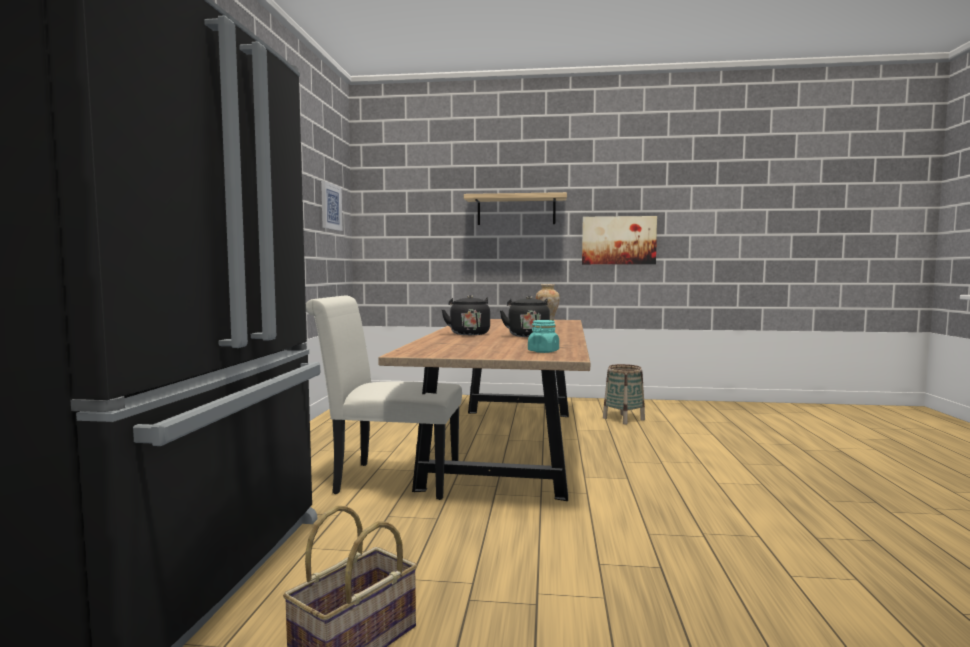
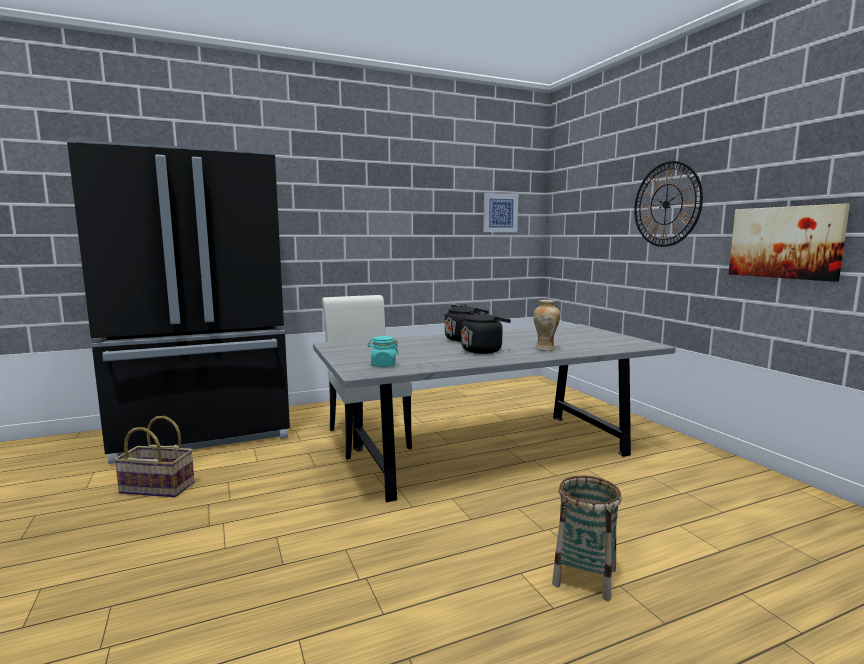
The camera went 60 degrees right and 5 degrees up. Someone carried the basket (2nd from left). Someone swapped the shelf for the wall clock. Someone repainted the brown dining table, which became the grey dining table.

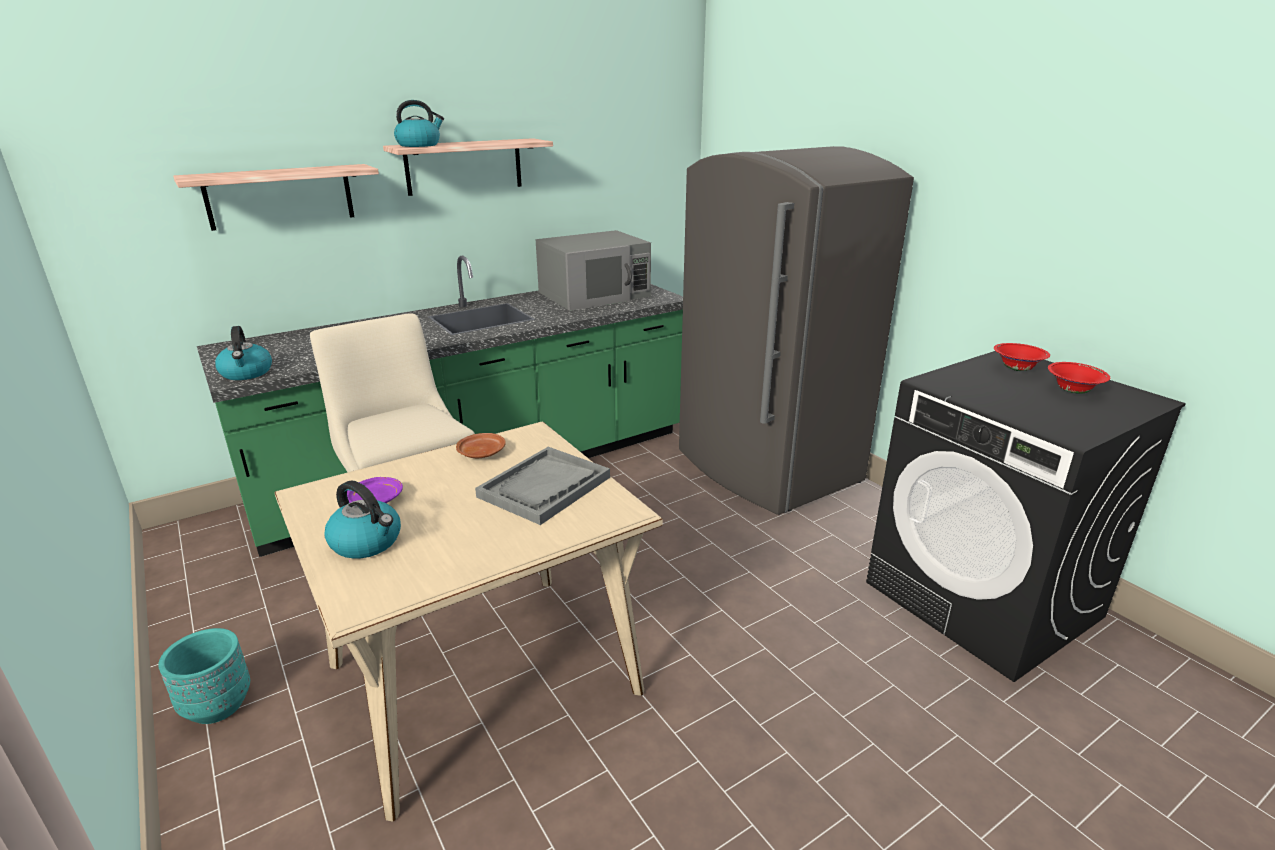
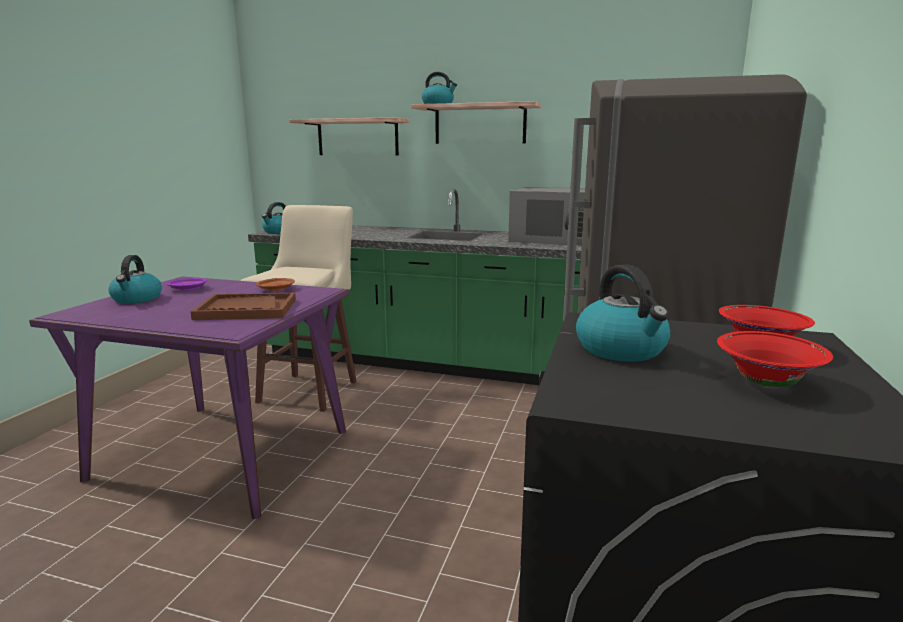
The camera went 50 degrees right and 10 degrees down. Someone took away the turquoise planter. Someone put down the kettle (4th from left). Someone repainted the beige dining table, which became the purple dining table. Someone repainted the grey tray, which became the brown tray.

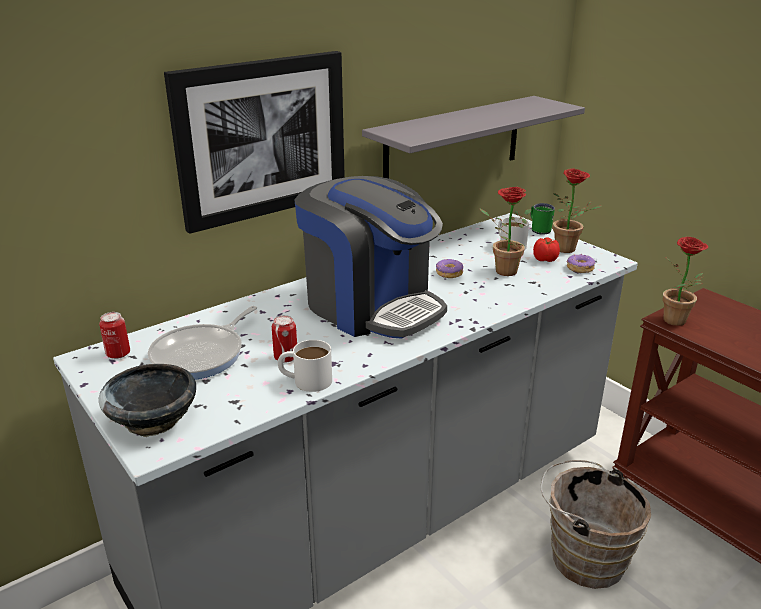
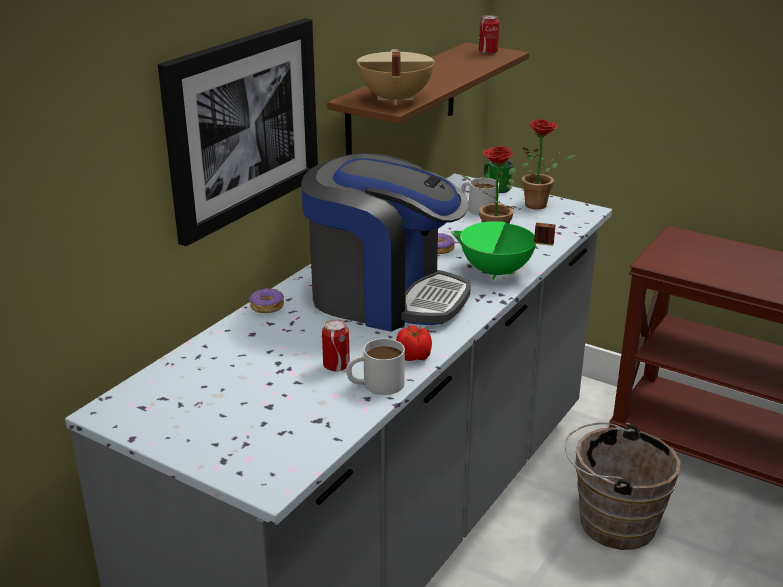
The camera went 20 degrees left and 0 degrees up. Someone took away the black bowl. Someone took away the frying pan. Someone took away the potted plant (3rd from left). Someone put down the beige cooking pot. Someone put down the green cooking pot. Someone carried the can (1st from left in the first image). Someone carried the tomato. Someone carried the donut (2nd from left in the first image). Someone repainted the grey shelf, which became the brown shelf.

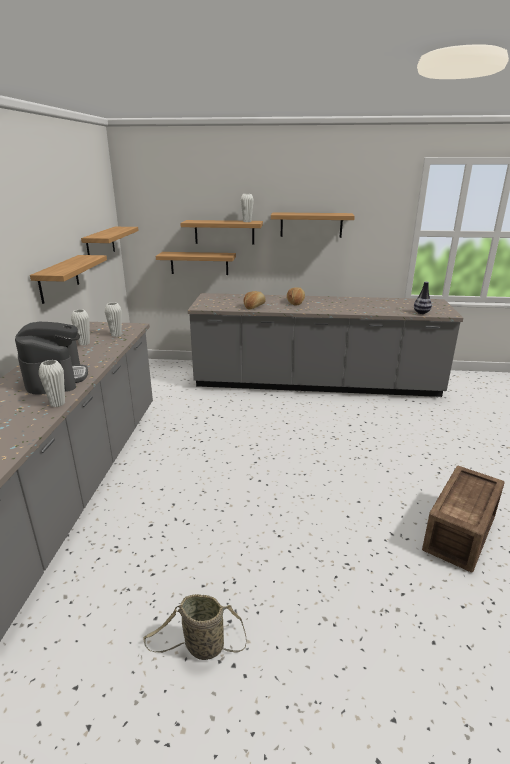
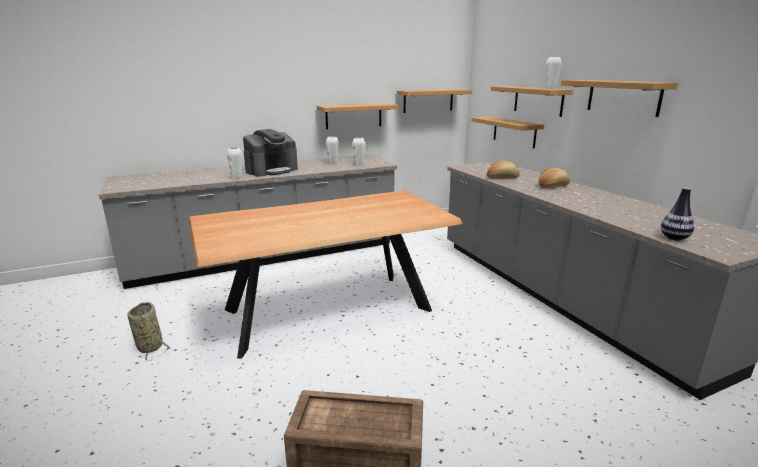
The camera went 60 degrees right and 5 degrees down. Someone put down the brown dining table.

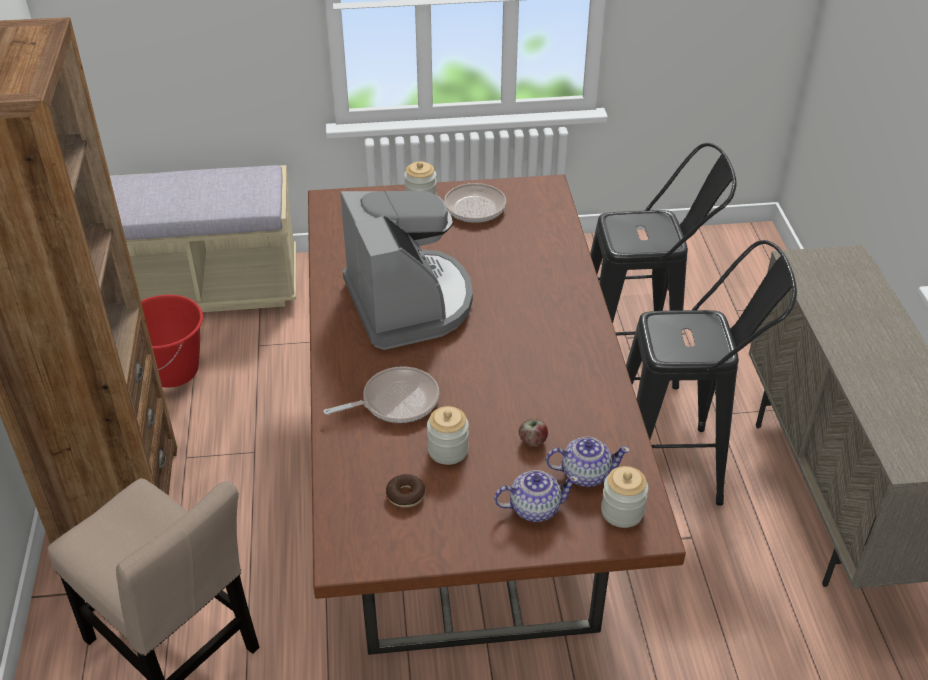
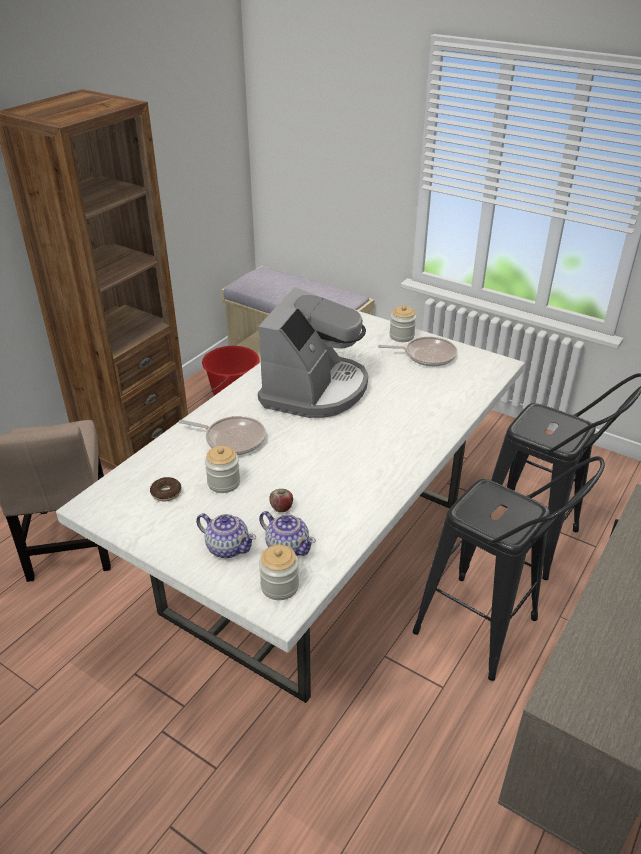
The camera went 40 degrees right and 5 degrees down. Someone repainted the brown dining table, which became the white dining table.

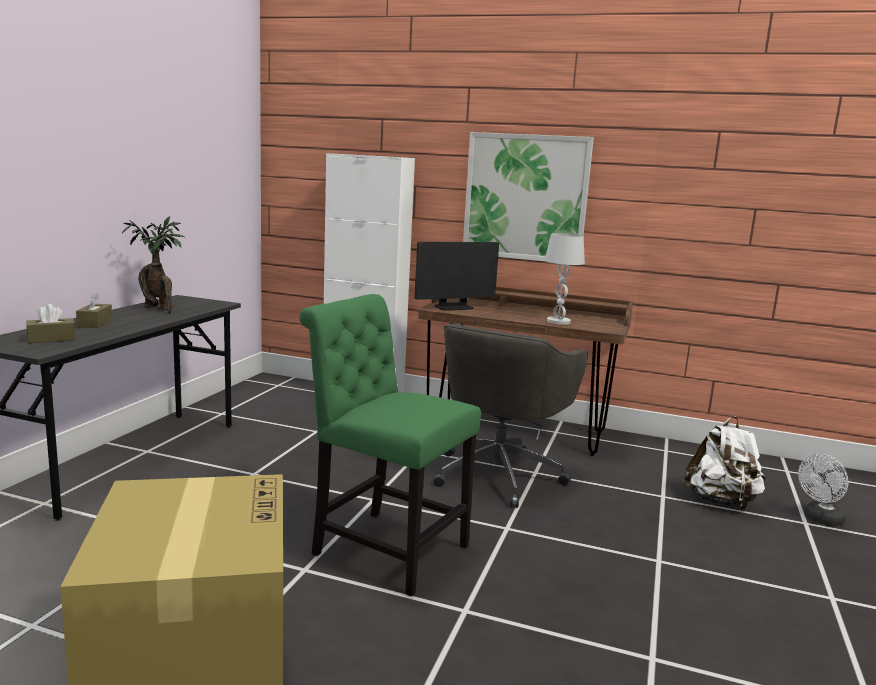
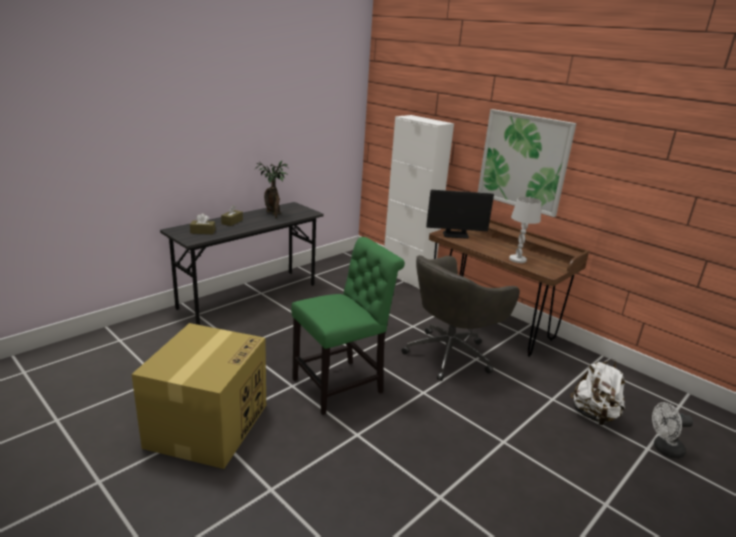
The camera went 25 degrees right and 10 degrees up. Someone rotated the green chair by 90 degrees clockwise.

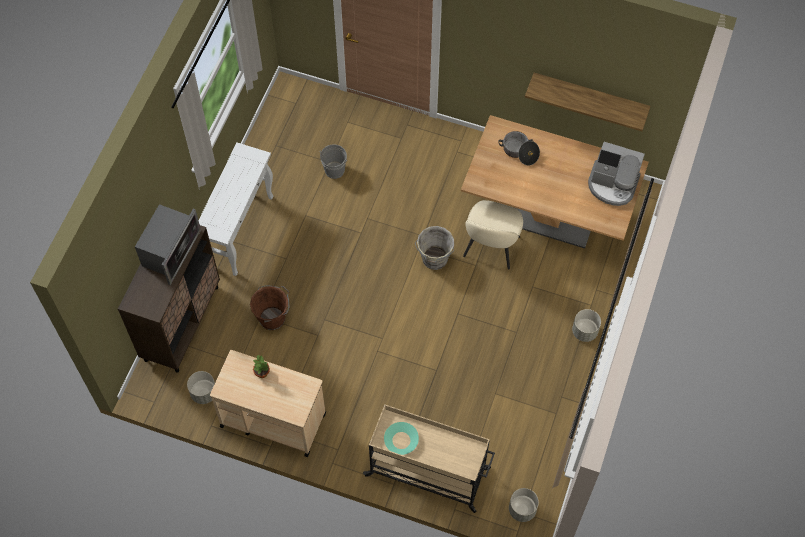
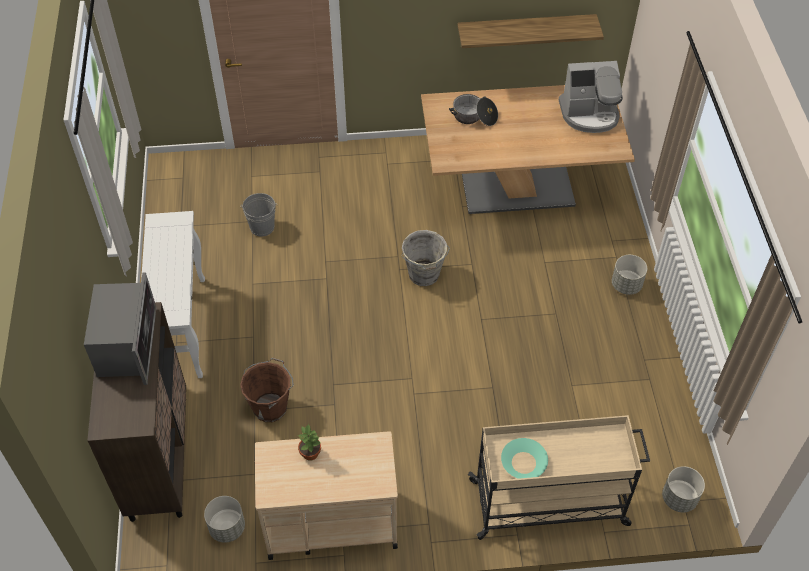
The camera went 25 degrees left and 10 degrees down. Someone took away the beige chair.

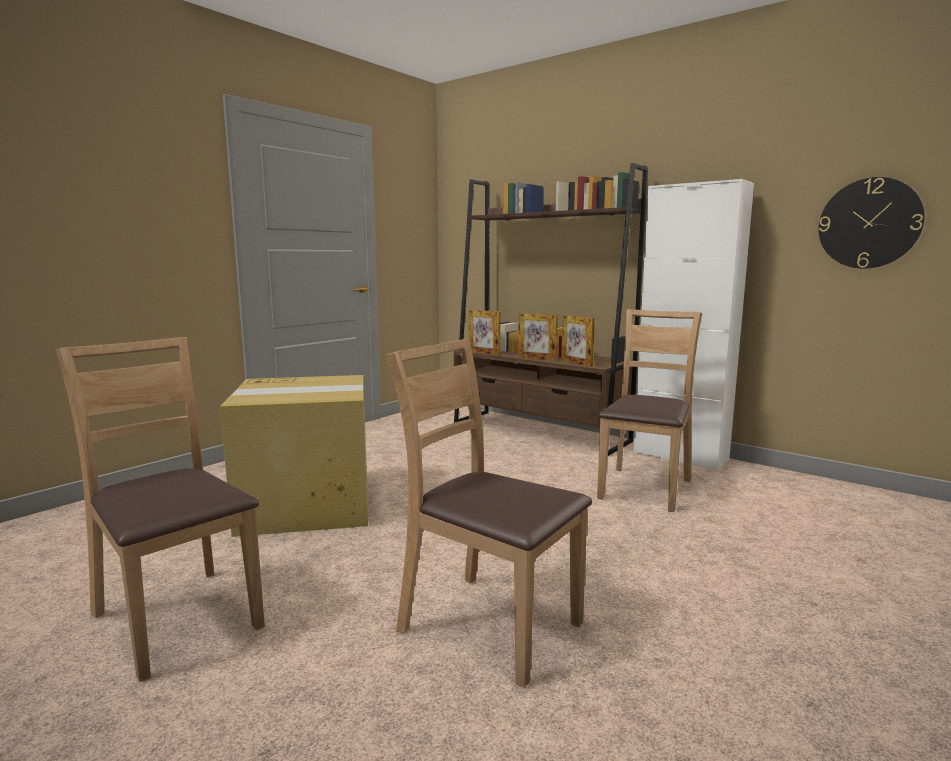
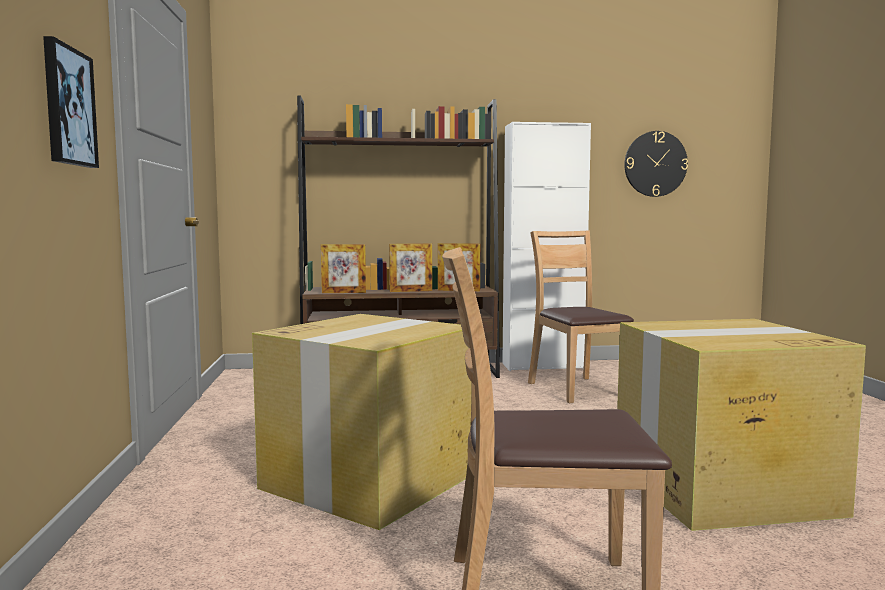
The camera went 45 degrees left and 5 degrees down. Someone put up the picture. Someone swapped the brown chair (2nd from left) for the cardboard box (2nd from left).

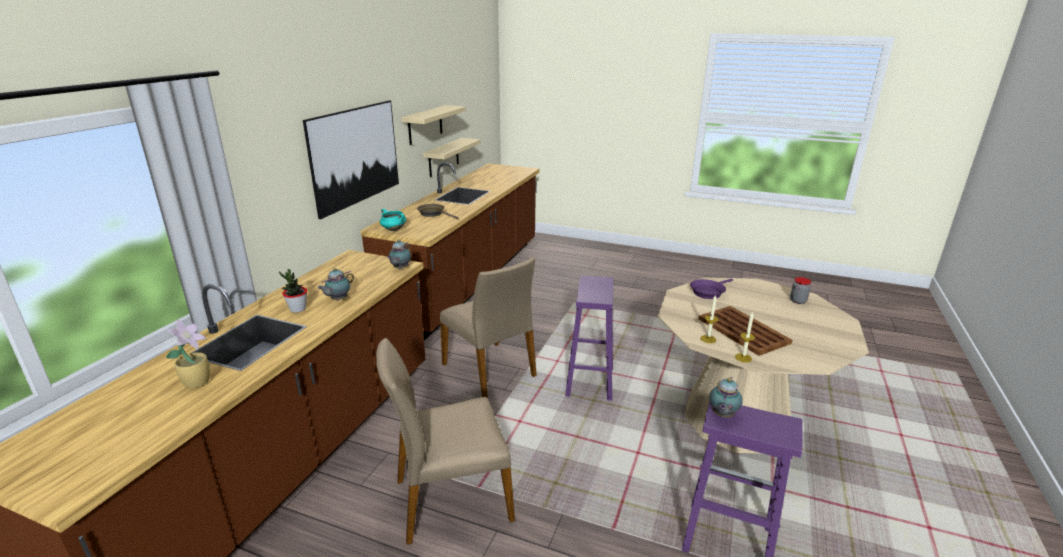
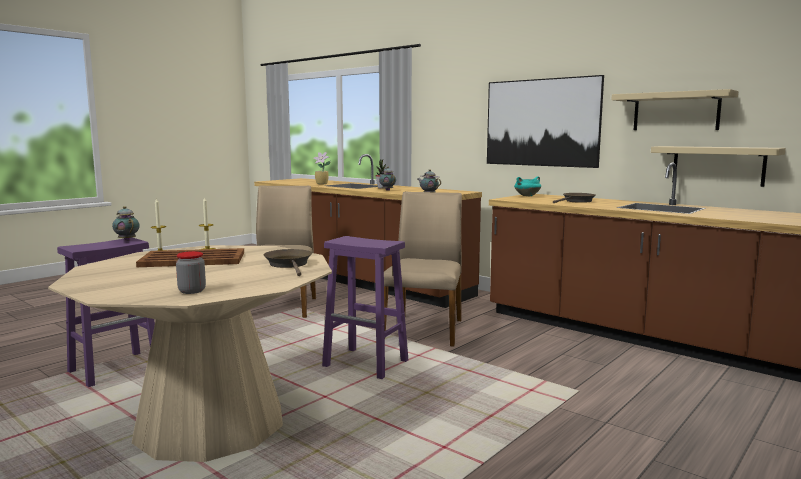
The camera went 110 degrees right and 15 degrees down. Someone repainted the purple frying pan, which became the brown frying pan (1st from left). Someone rotated the beige chair (2nd from left) by 120 degrees clockwise.

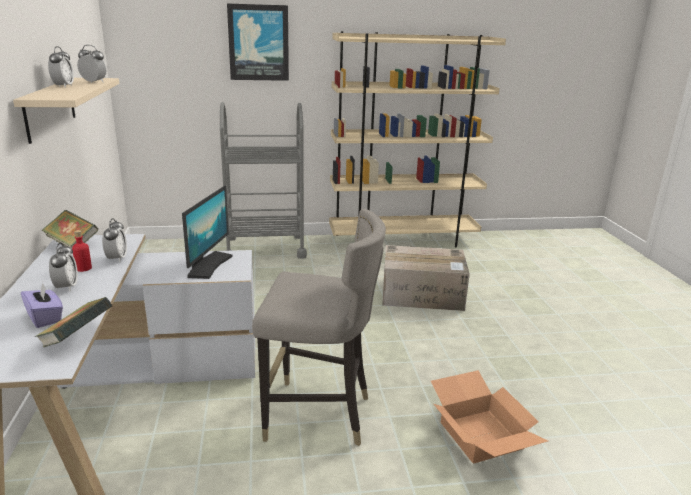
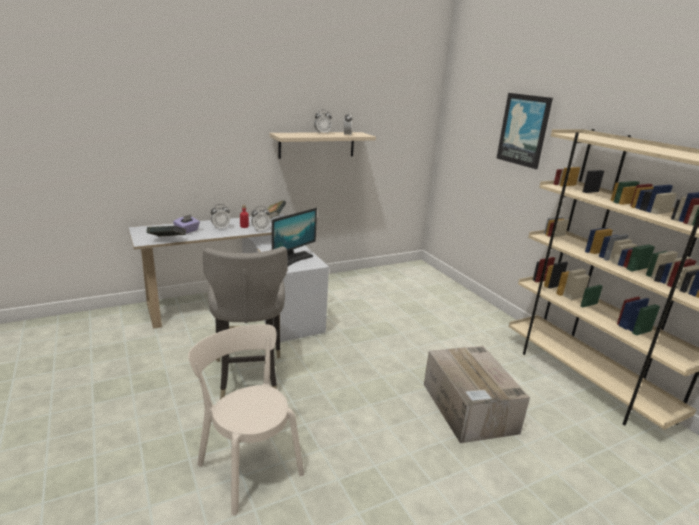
The camera went 70 degrees right and 0 degrees up. Someone took away the grey cart. Someone swapped the cardboard box (2nd from left) for the beige chair. Someone rotated the monitor by 45 degrees counterclockwise.

